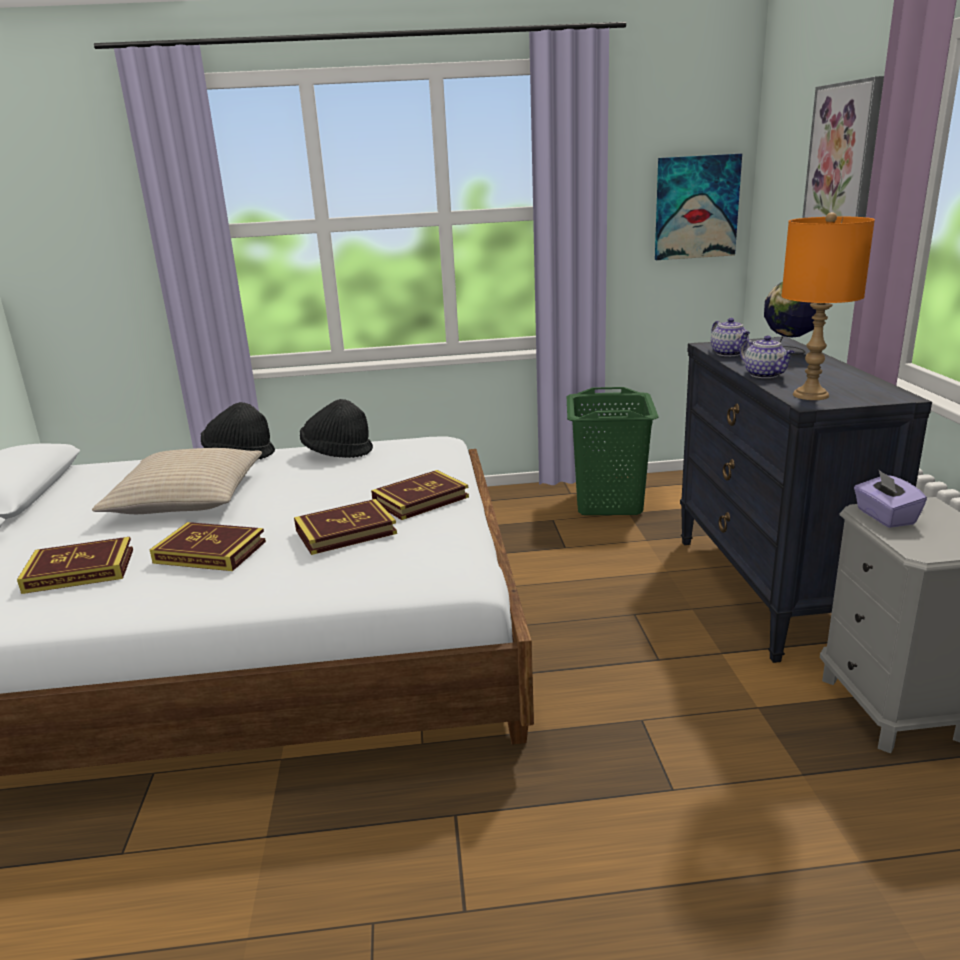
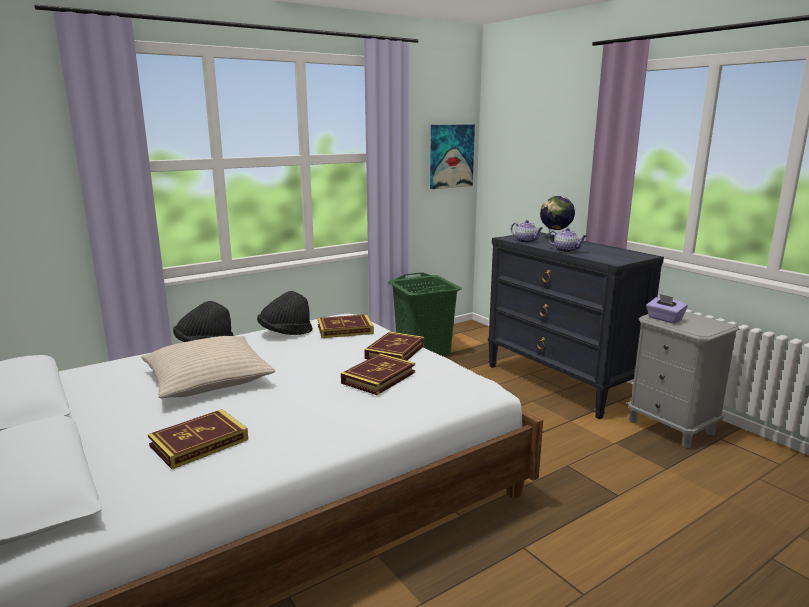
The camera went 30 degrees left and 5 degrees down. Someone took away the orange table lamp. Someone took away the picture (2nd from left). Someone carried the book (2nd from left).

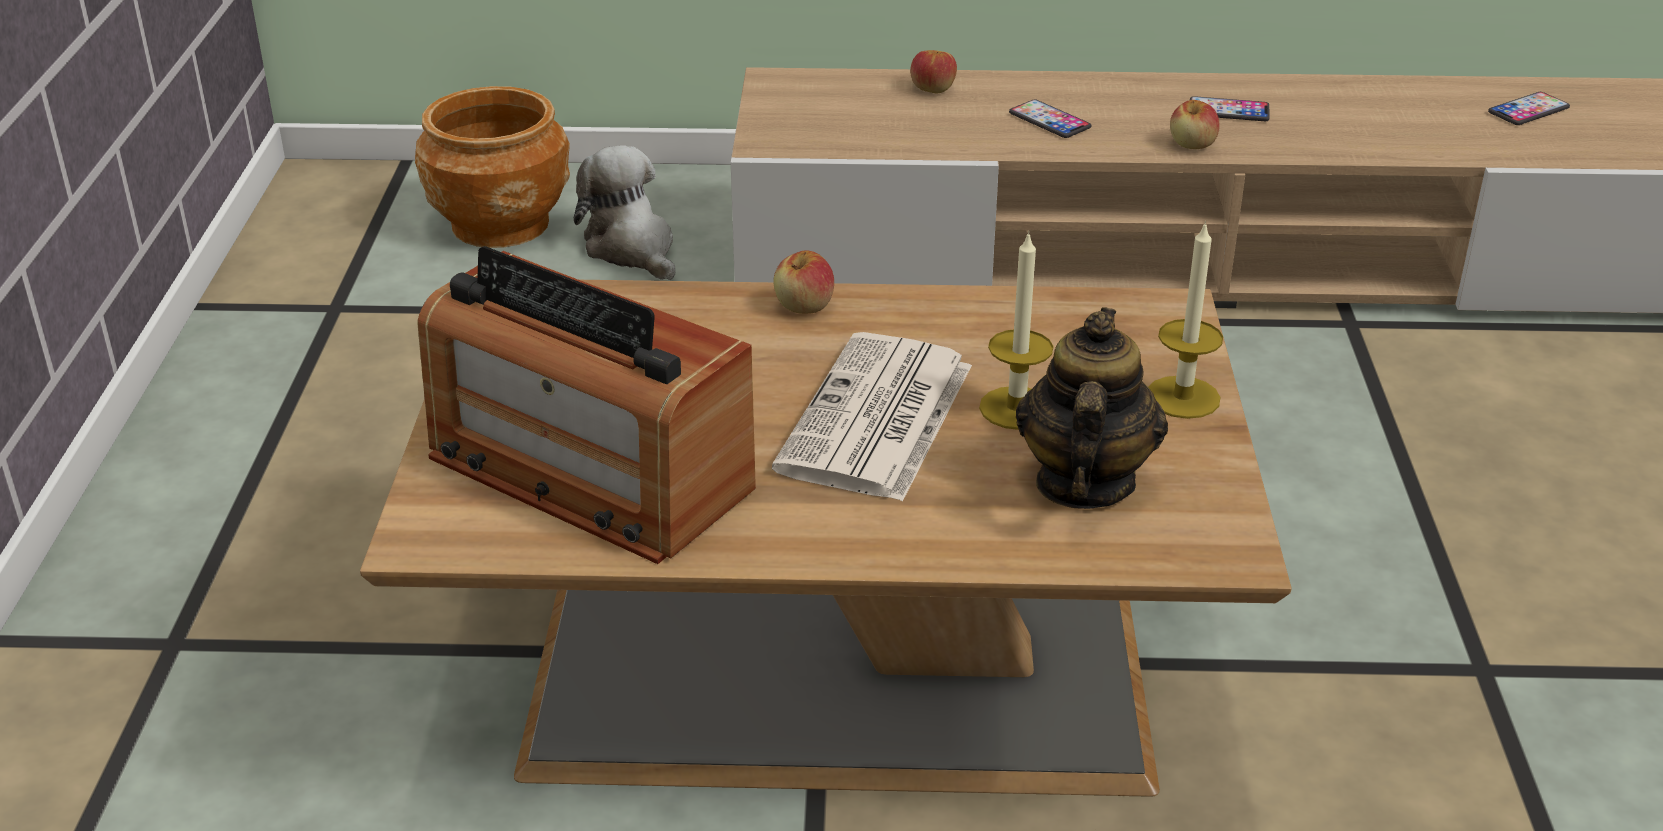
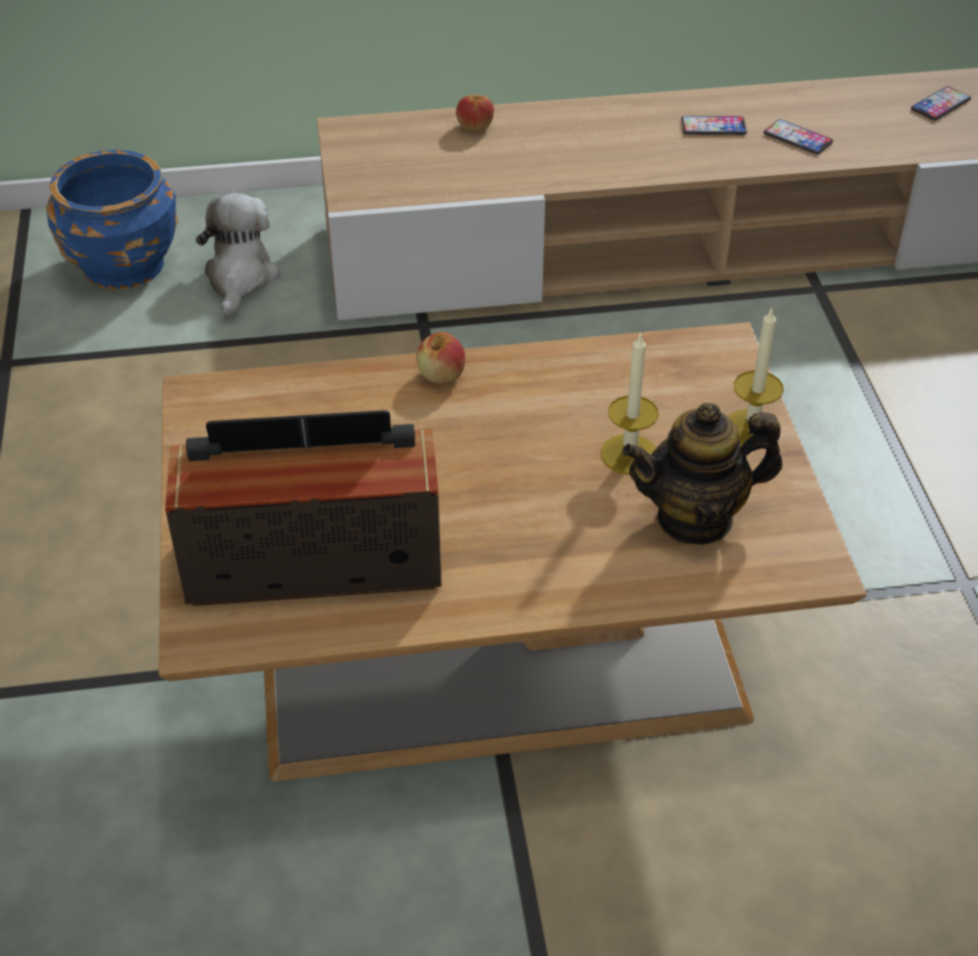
The camera went 10 degrees left and 10 degrees up. Someone took away the newspaper. Someone took away the apple (3rd from left). Someone carried the phone (1st from left in the first image). Someone repainted the brown planter, which became the blue planter. Someone rotated the radio by 150 degrees clockwise. Someone rotated the plush toy by 45 degrees clockwise. Someone rotated the teapot by 105 degrees counterclockwise.

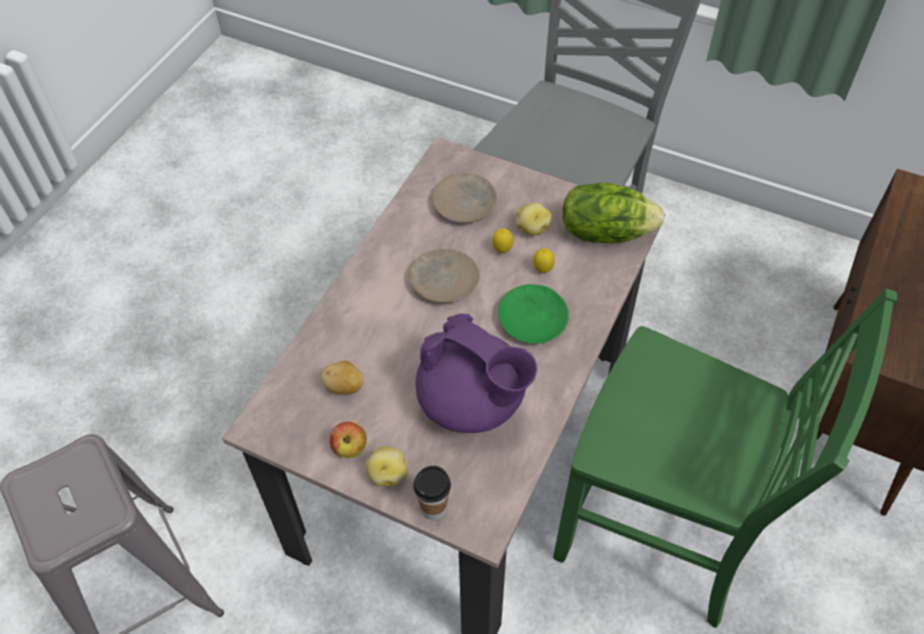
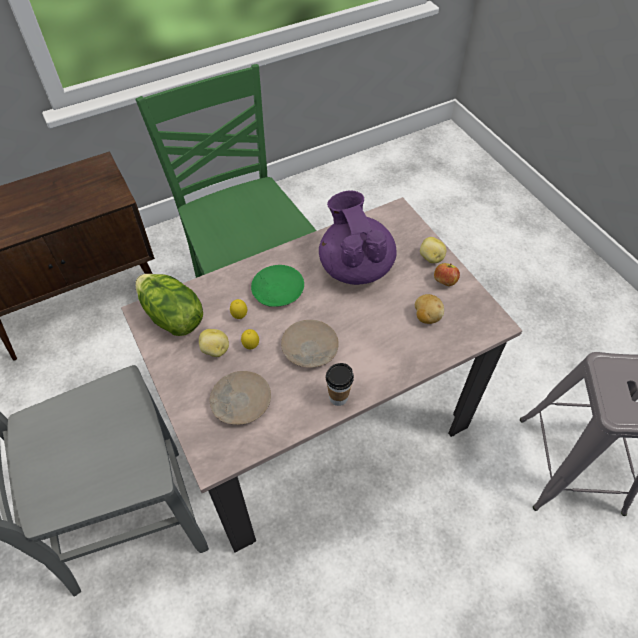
The camera went 145 degrees left and 0 degrees up. Someone carried the cup.

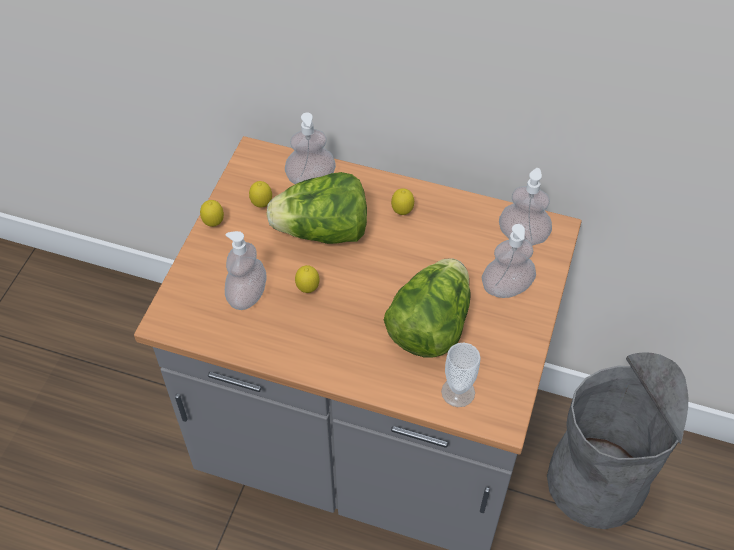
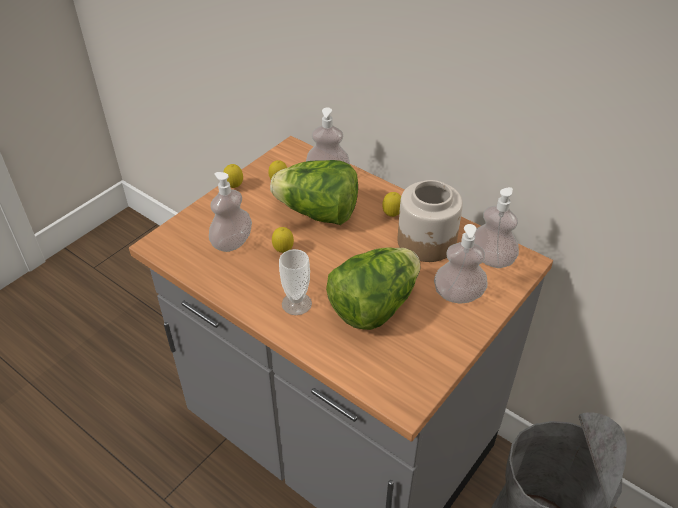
The camera went 20 degrees right and 10 degrees down. Someone put down the jar. Someone carried the cup.

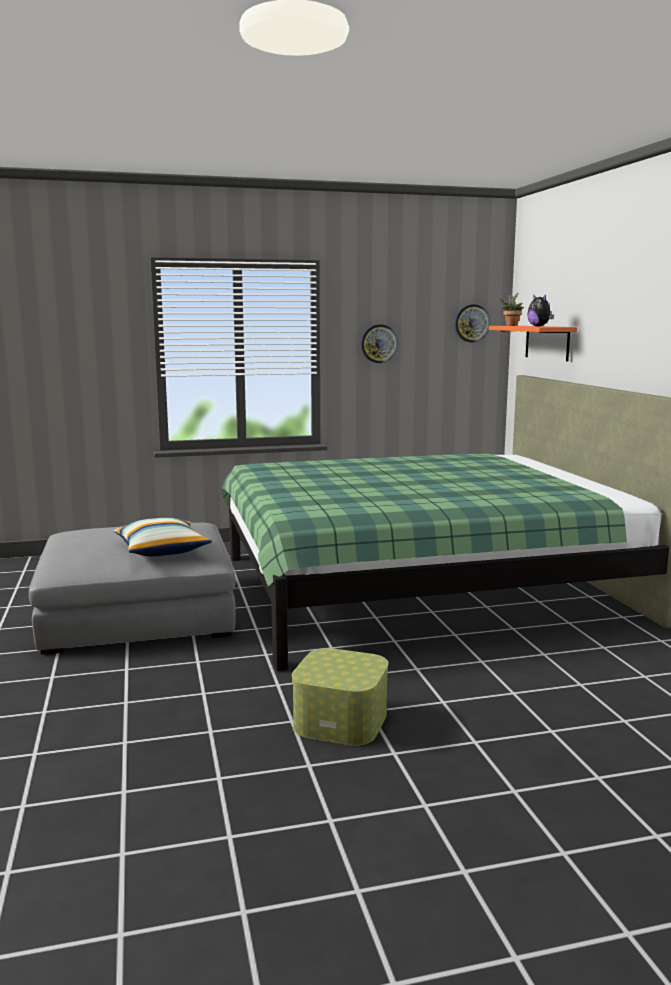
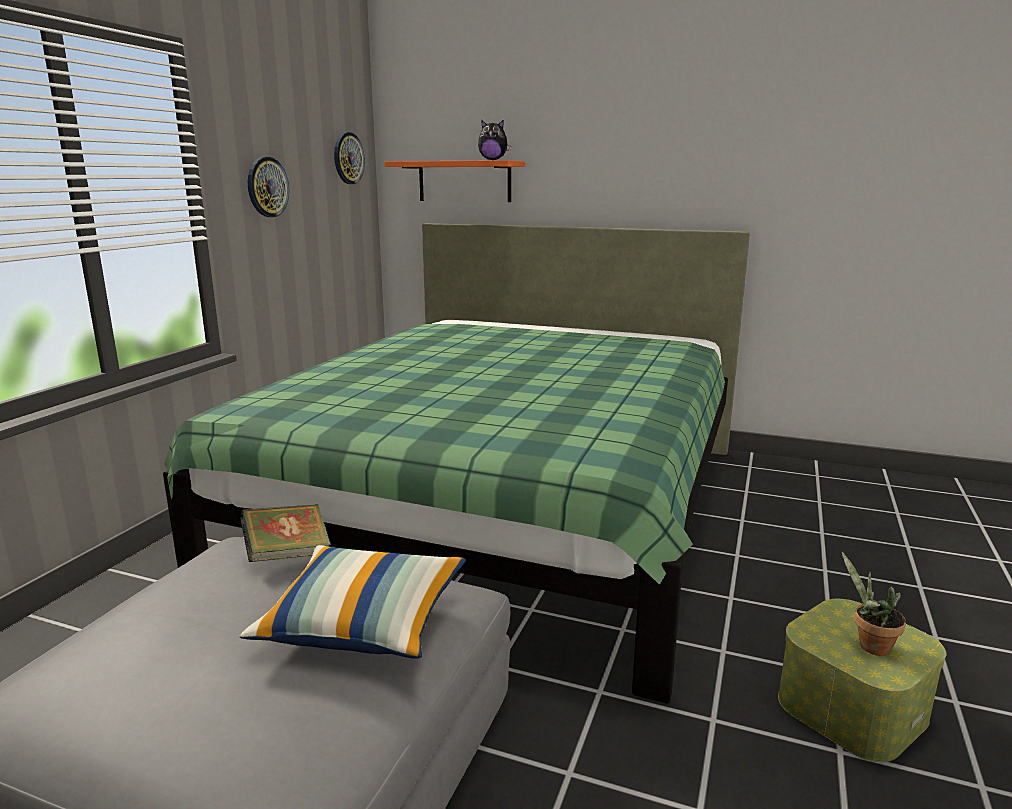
The camera went 55 degrees left and 5 degrees up. Someone put down the book. Someone carried the potted plant.

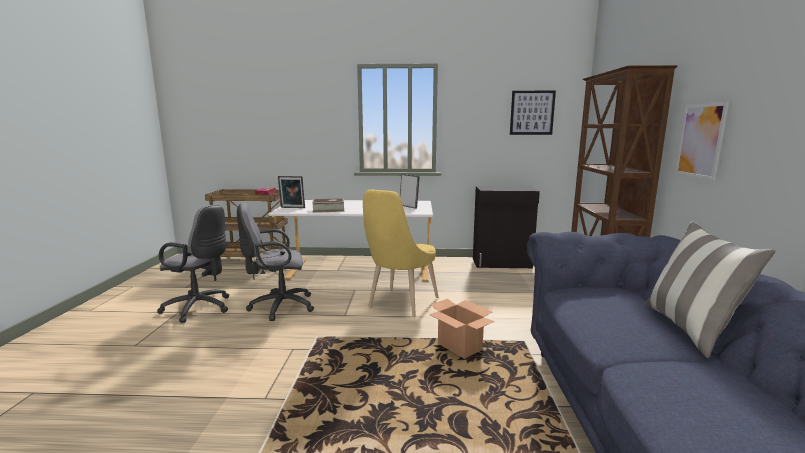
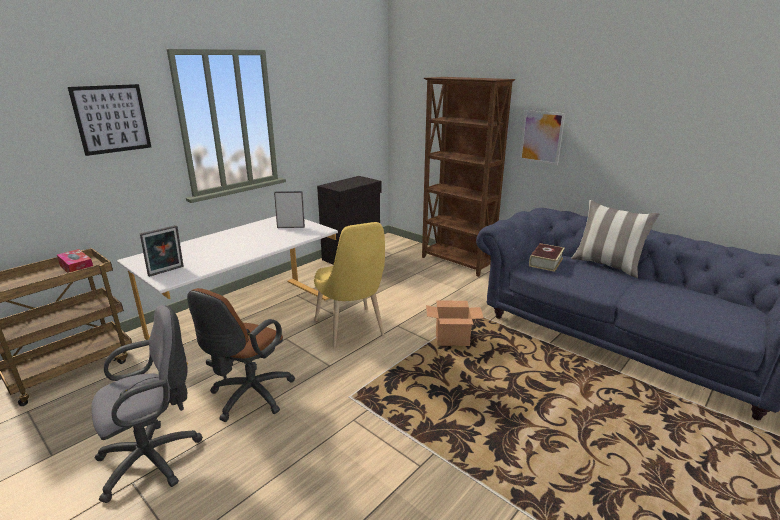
The camera went 50 degrees left and 10 degrees up. Someone carried the book. Someone carried the picture (1st from left). Someone repainted the grey office chair (2nd from left), which became the brown office chair.

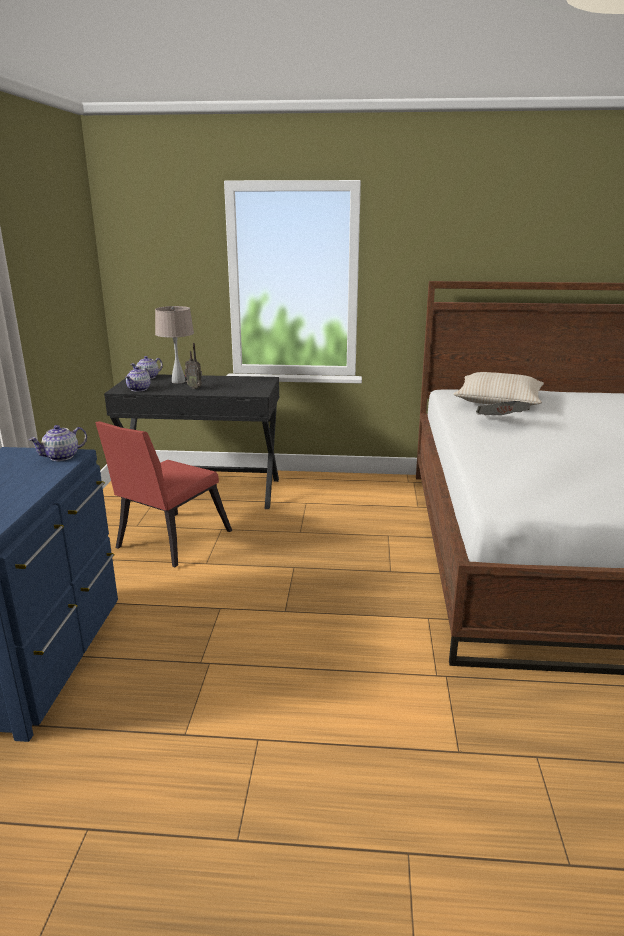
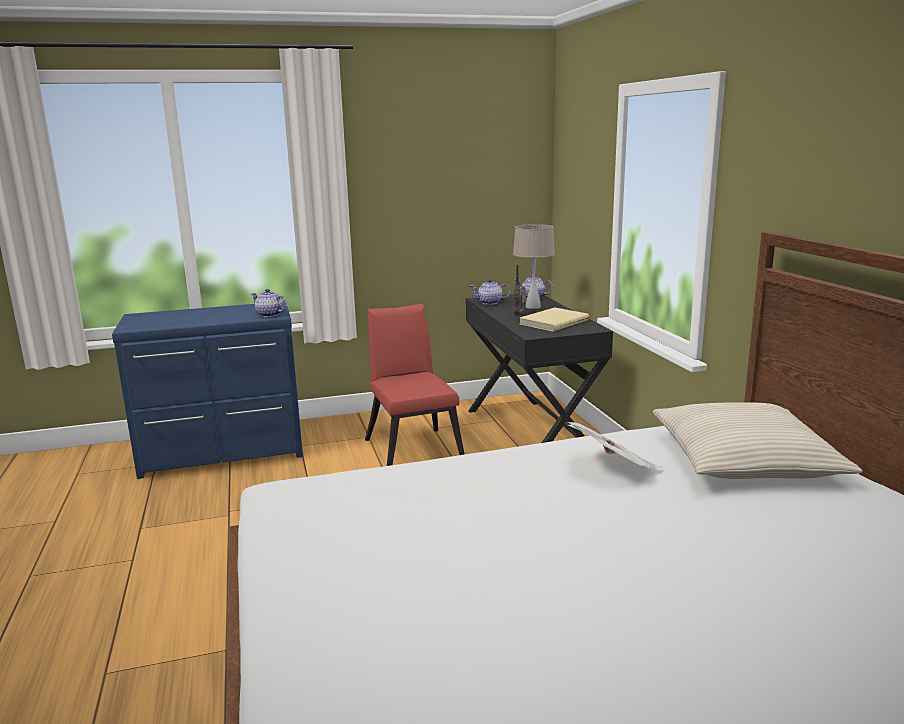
The camera went 70 degrees right and 5 degrees down. Someone put down the beige book. Someone rotated the red chair by 60 degrees clockwise.

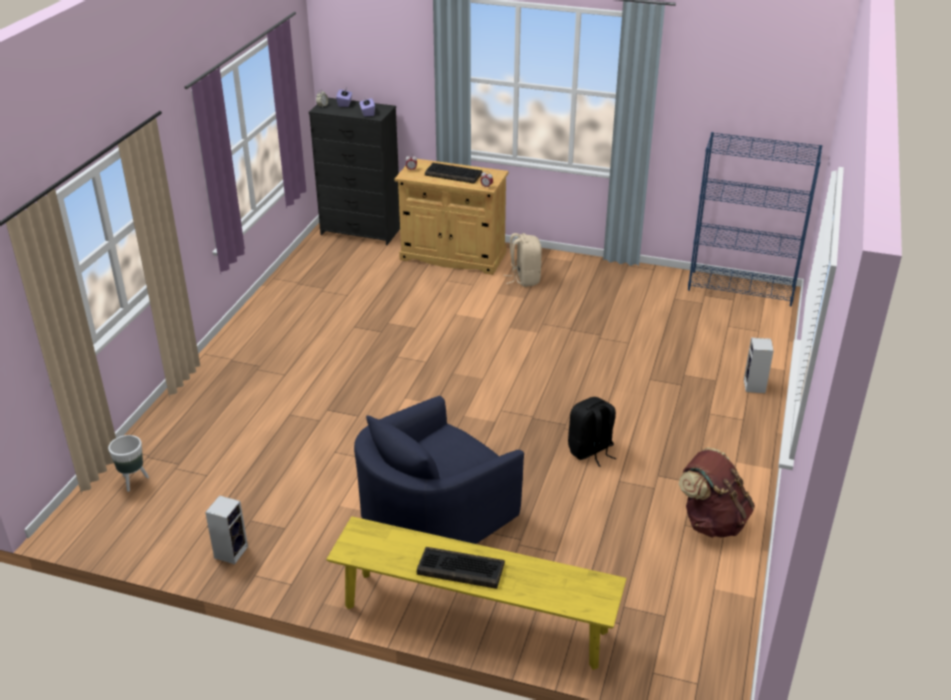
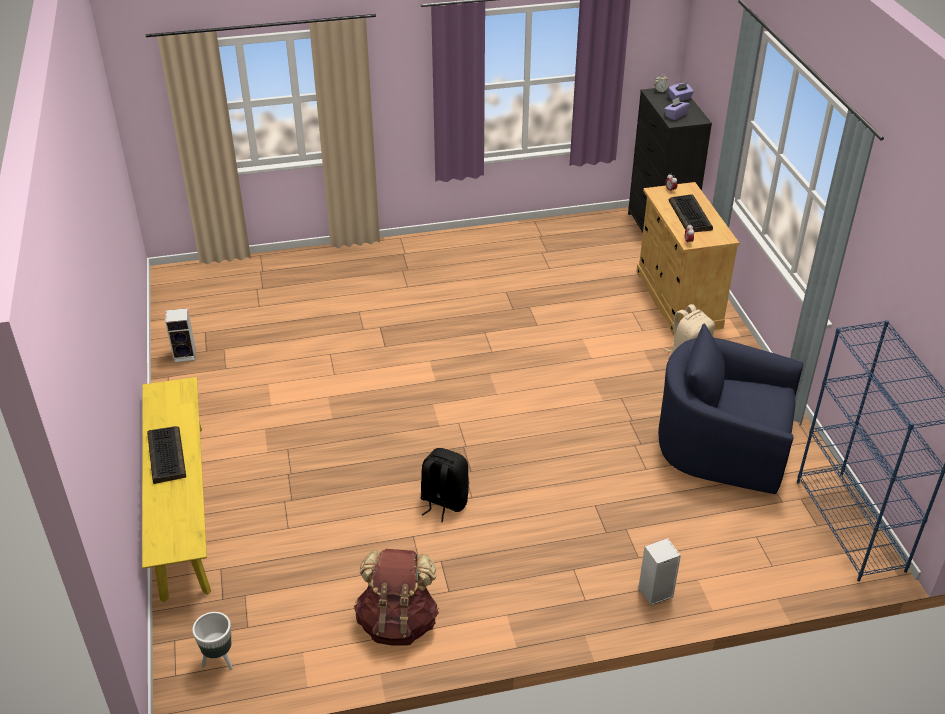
The camera went 60 degrees right and 5 degrees up. Someone carried the white planter. Someone carried the blue armchair.

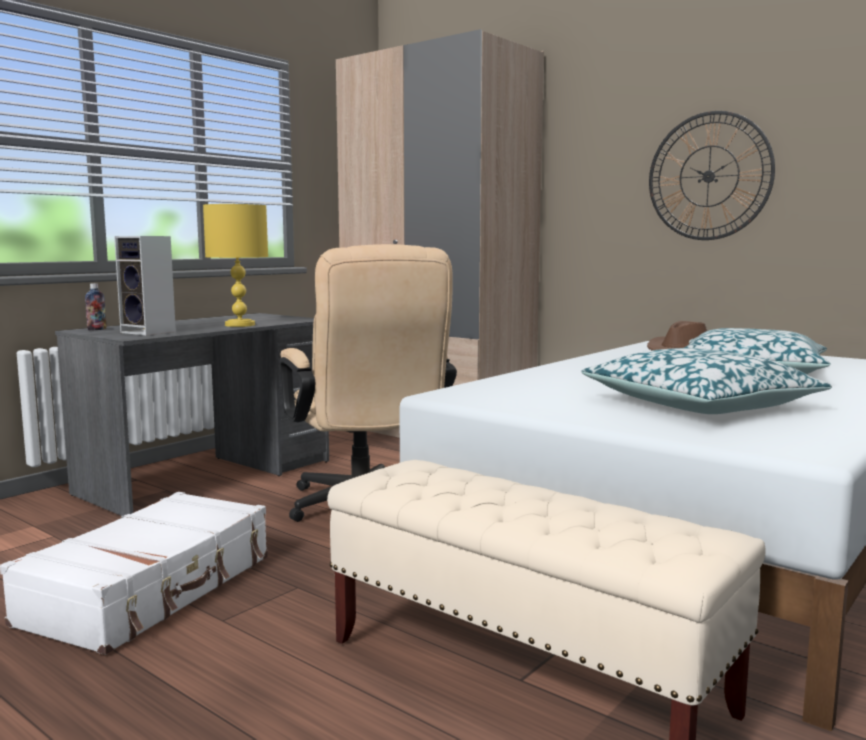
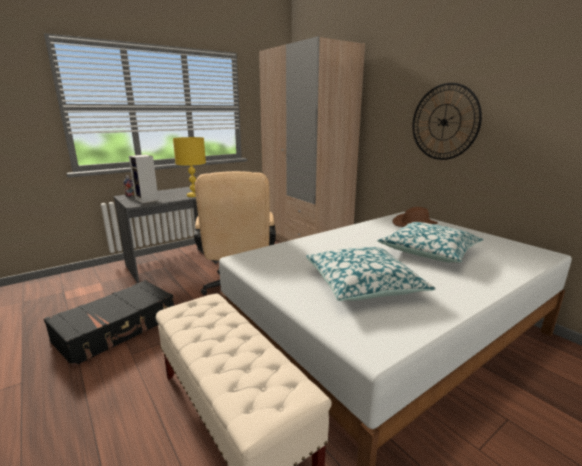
The camera went 15 degrees right and 10 degrees up. Someone repainted the white suitcase, which became the black suitcase.

